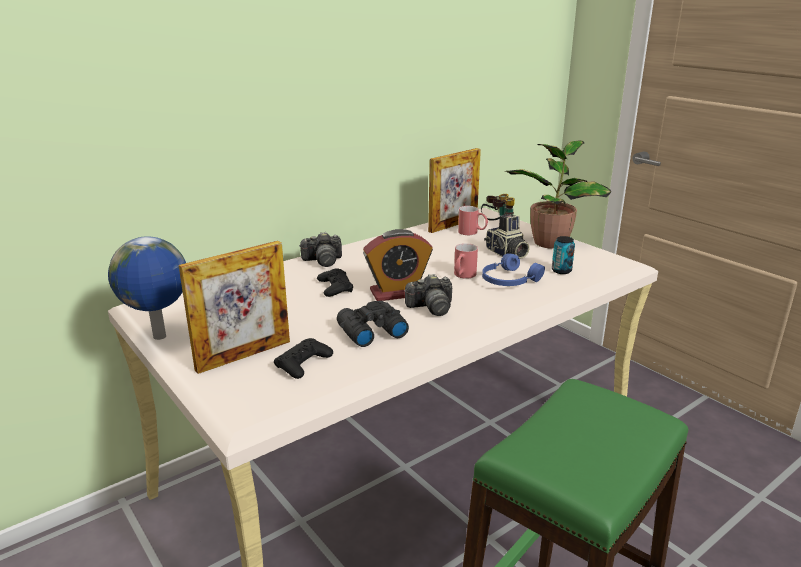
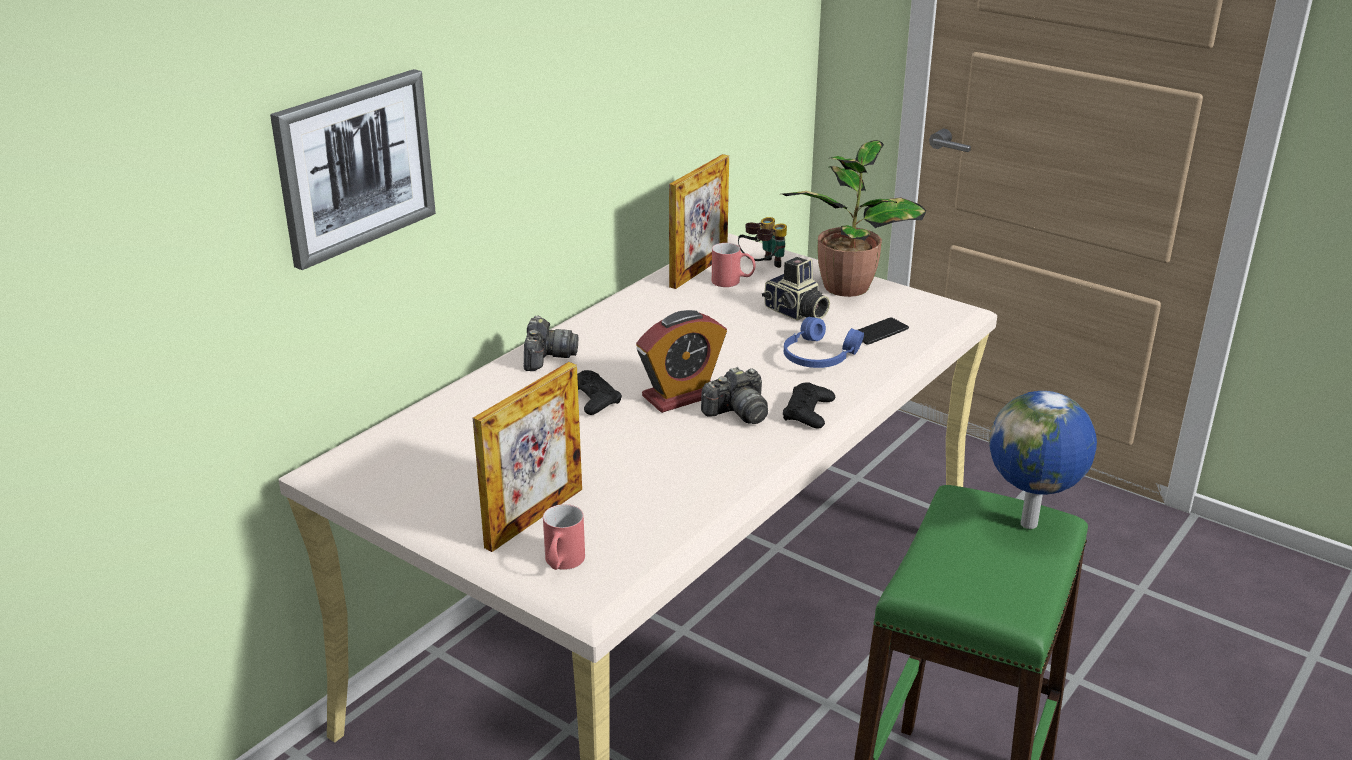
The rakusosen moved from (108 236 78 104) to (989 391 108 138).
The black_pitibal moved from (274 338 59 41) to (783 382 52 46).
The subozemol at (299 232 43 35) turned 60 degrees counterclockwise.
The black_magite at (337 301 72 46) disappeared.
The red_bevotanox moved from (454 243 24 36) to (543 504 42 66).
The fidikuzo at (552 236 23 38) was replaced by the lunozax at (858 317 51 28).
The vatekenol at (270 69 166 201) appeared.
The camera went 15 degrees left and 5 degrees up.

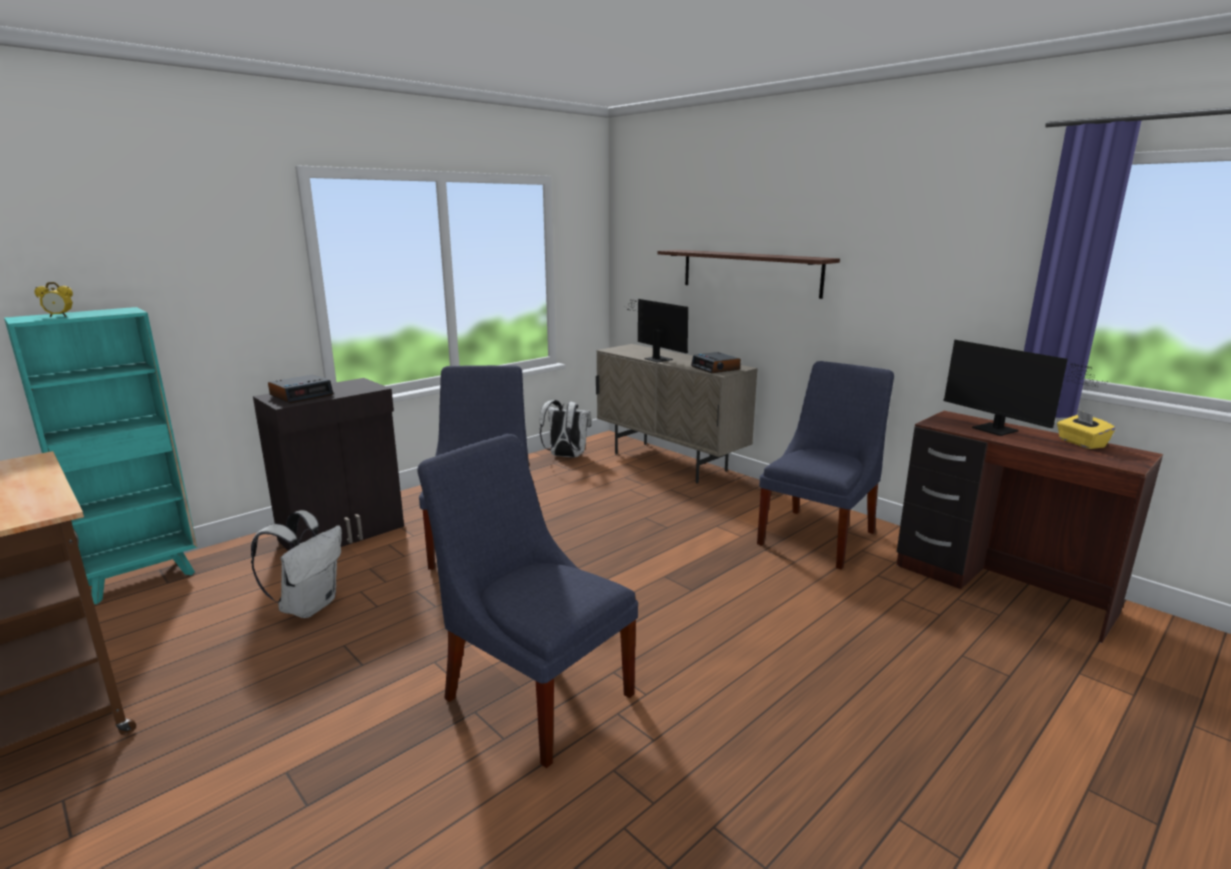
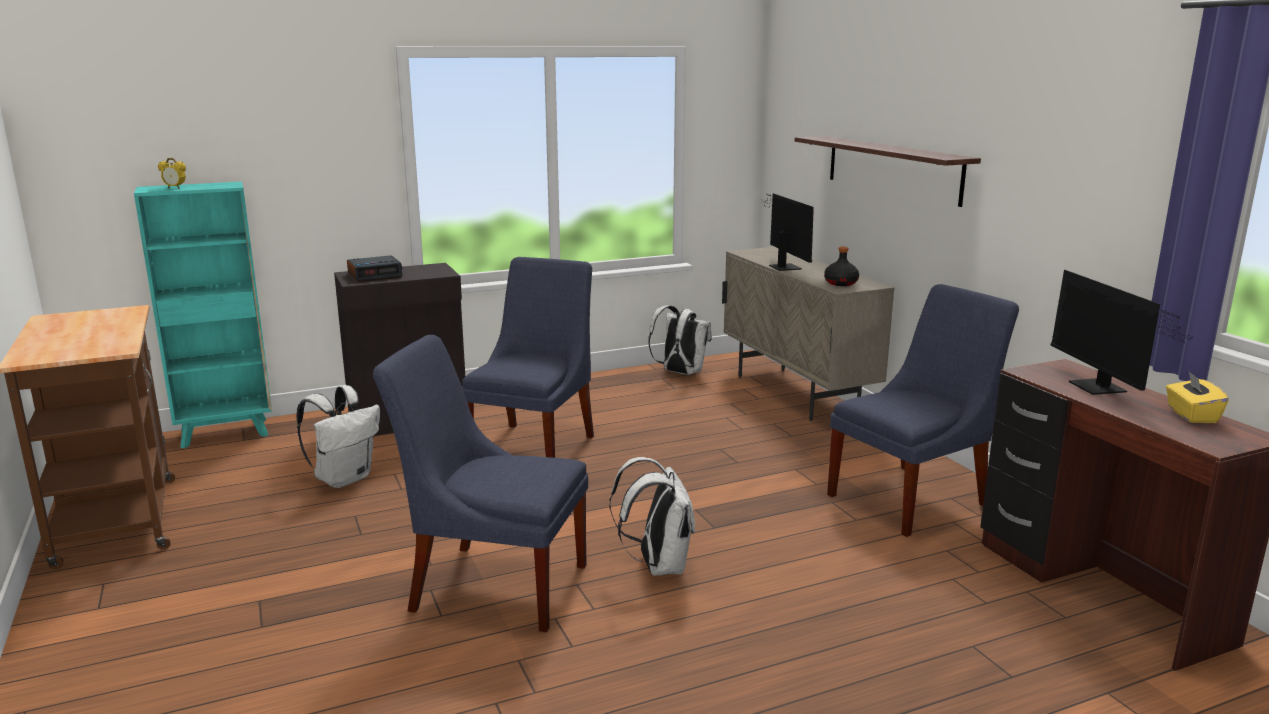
The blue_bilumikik at (417 434 221 334) turned 45 degrees counterclockwise.
The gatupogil at (691 352 50 21) was replaced by the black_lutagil at (824 247 35 39).
The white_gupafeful at (609 457 86 119) appeared.
The camera went 20 degrees right and 0 degrees up.

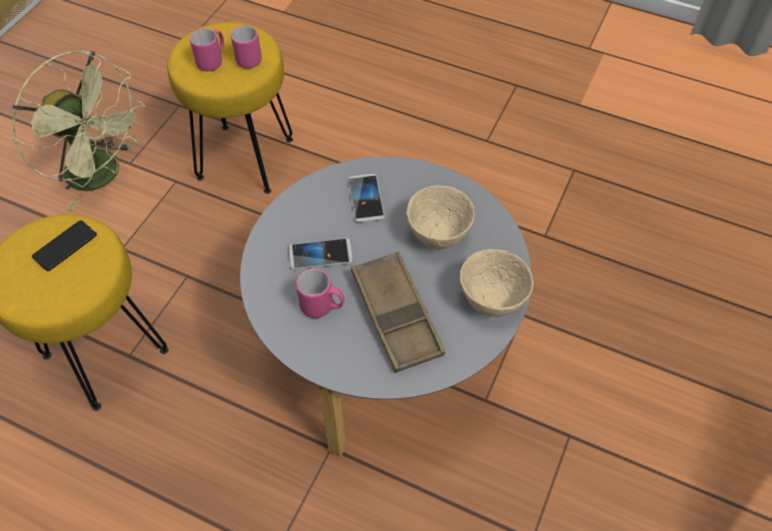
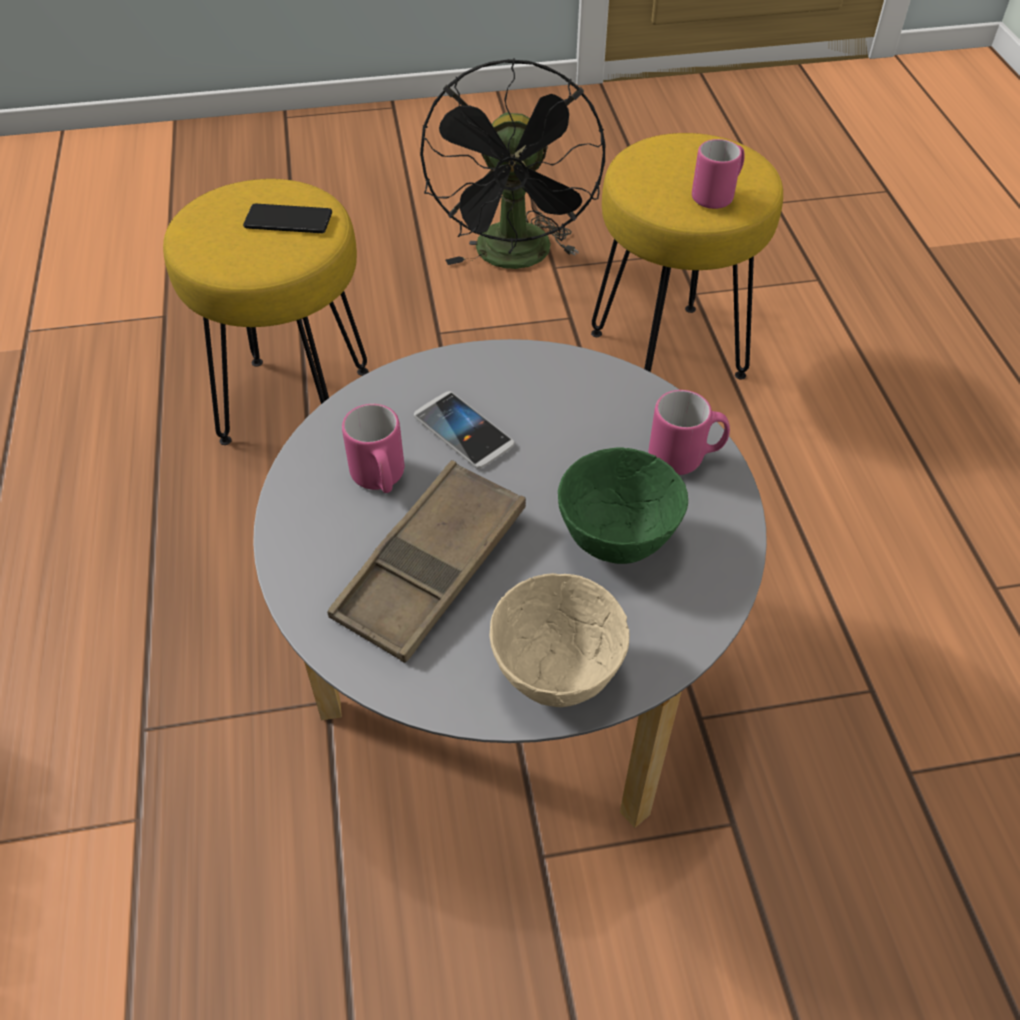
The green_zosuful at (12 50 133 160) became the black_zosuful at (420 58 185 211).
The pink_bevotanox moved from (190 28 34 43) to (649 390 81 85).
The lunozax at (349 174 36 48) disappeared.
The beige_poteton at (407 185 68 64) became the green_poteton at (558 447 130 117).
The camera went 55 degrees right and 5 degrees down.

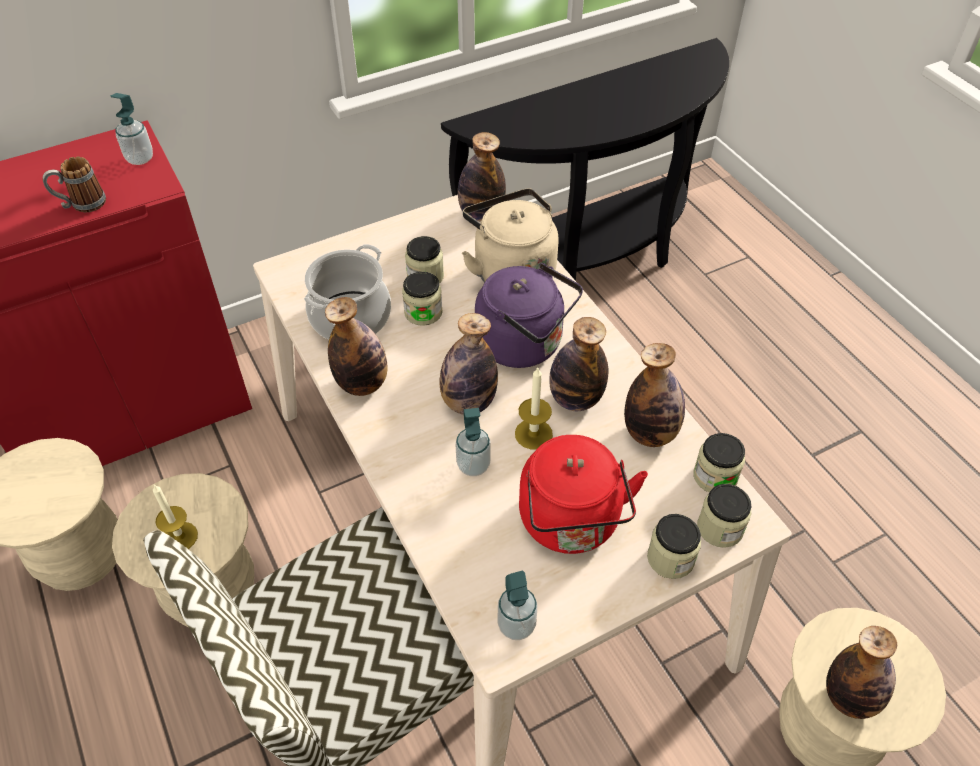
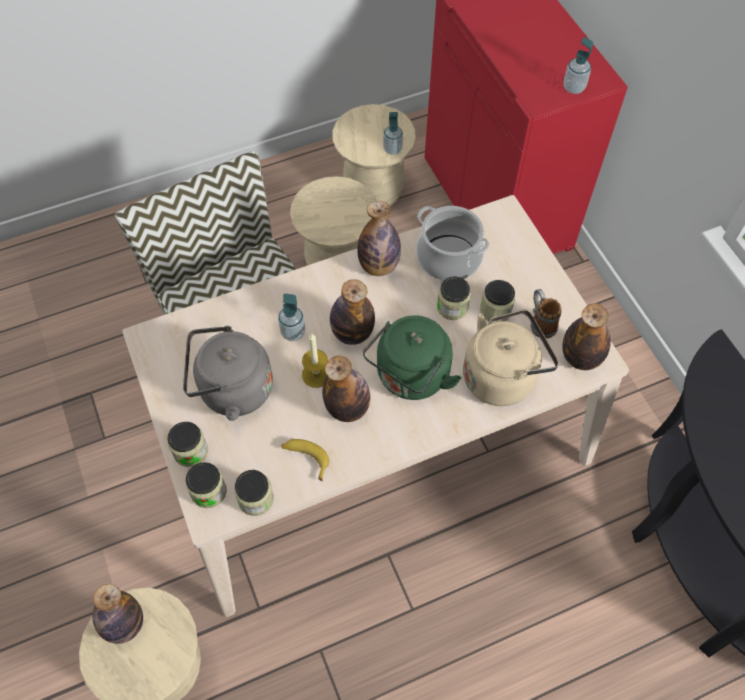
The bevotanox moved from (42 156 64 56) to (531 289 31 49).
The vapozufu at (153 485 45 64) disappeared.
The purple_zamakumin at (475 263 108 105) became the green_zamakumin at (363 315 99 85).
The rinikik moved from (498 571 39 69) to (383 112 20 43).
The red_zamakumin at (519 435 129 119) became the grey_zamakumin at (183 326 90 95).
The lutagil at (624 343 61 104) was replaced by the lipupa at (281 439 48 42).
The camera went 95 degrees right and 10 degrees up.

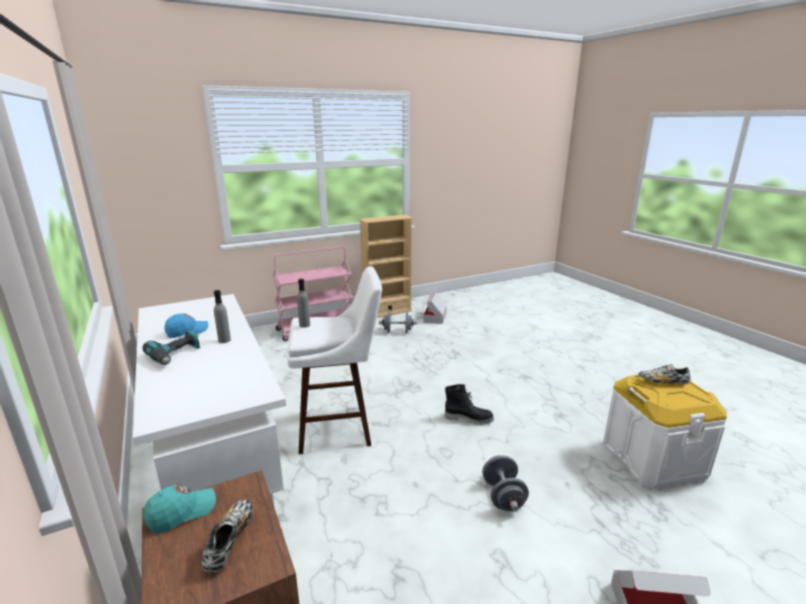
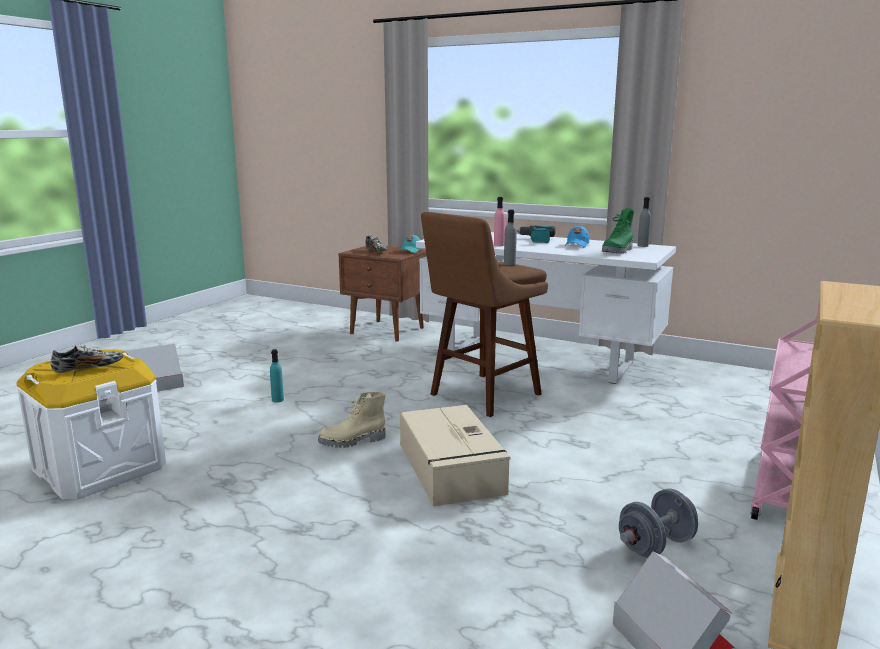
The grey_lutagil moved from (214 290 17 53) to (637 197 14 50).
The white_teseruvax at (287 266 95 188) became the brown_teseruvax at (421 212 127 205).
The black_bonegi at (445 384 49 41) became the beige_bonegi at (318 392 68 56).
The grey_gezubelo at (482 455 47 56) was replaced by the turquoise_lutagil at (270 349 14 54).
The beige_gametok at (400 405 110 102) appeared.
The pink_lutagil at (494 197 11 49) appeared.
The green_bonegi at (602 208 32 45) appeared.
The camera went 145 degrees right and 5 degrees down.

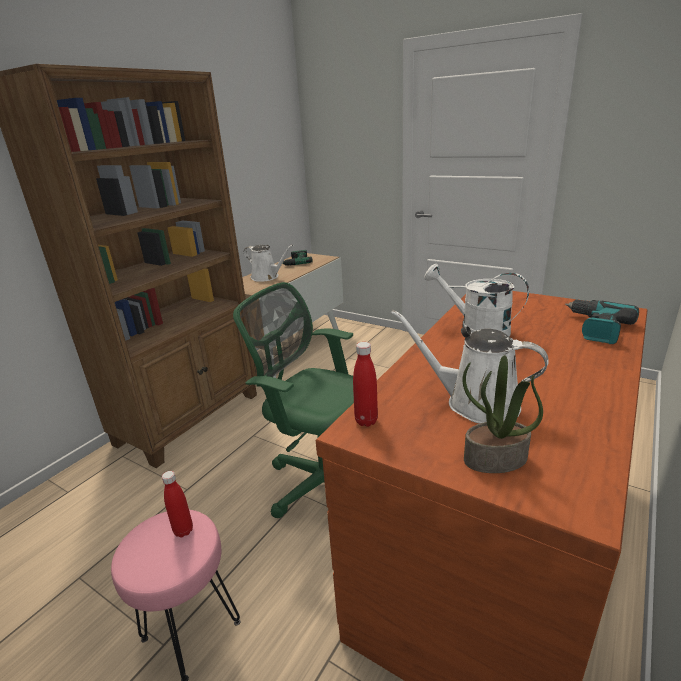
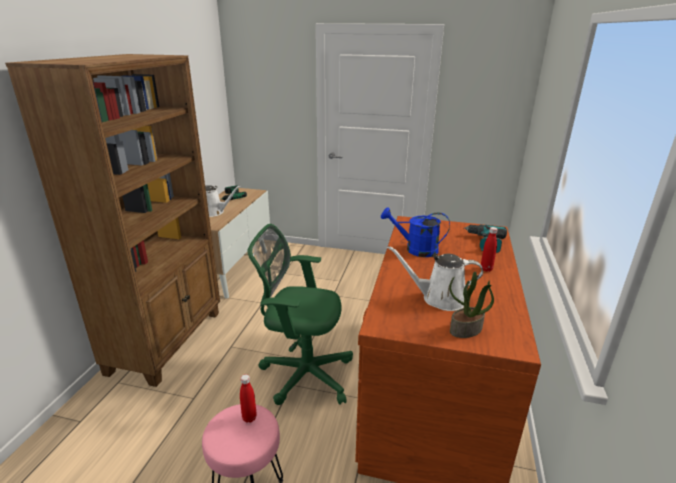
The red_lutagil moved from (353 342 25 85) to (481 227 17 45).
The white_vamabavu at (424 264 105 72) became the blue_vamabavu at (381 207 69 50).
The camera went 20 degrees left and 0 degrees up.

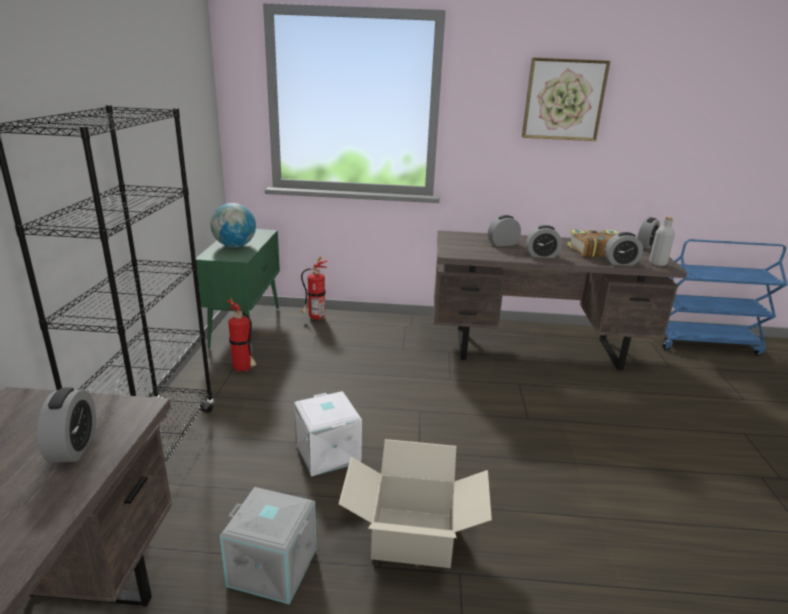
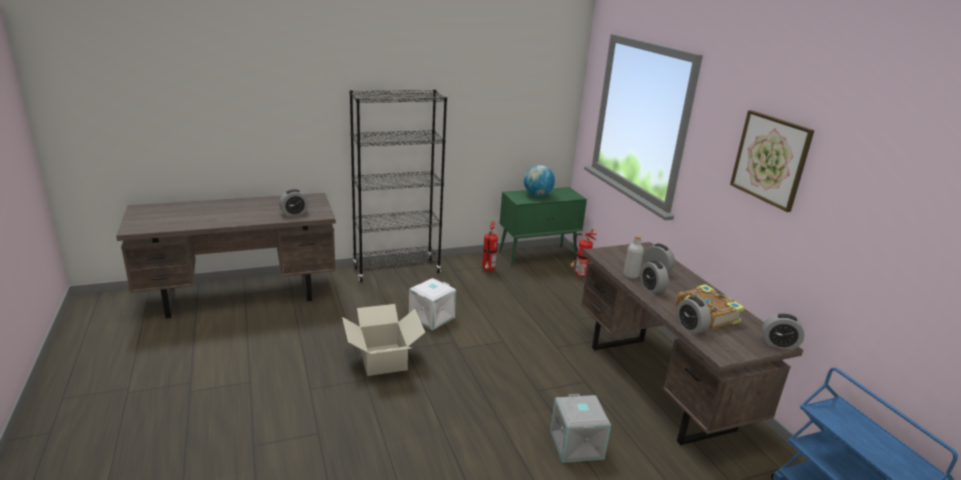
The grey_gametok moved from (220 487 96 118) to (550 394 61 69).
The grey_lutagil moved from (649 216 26 50) to (624 235 20 44).
The camera went 65 degrees right and 0 degrees up.

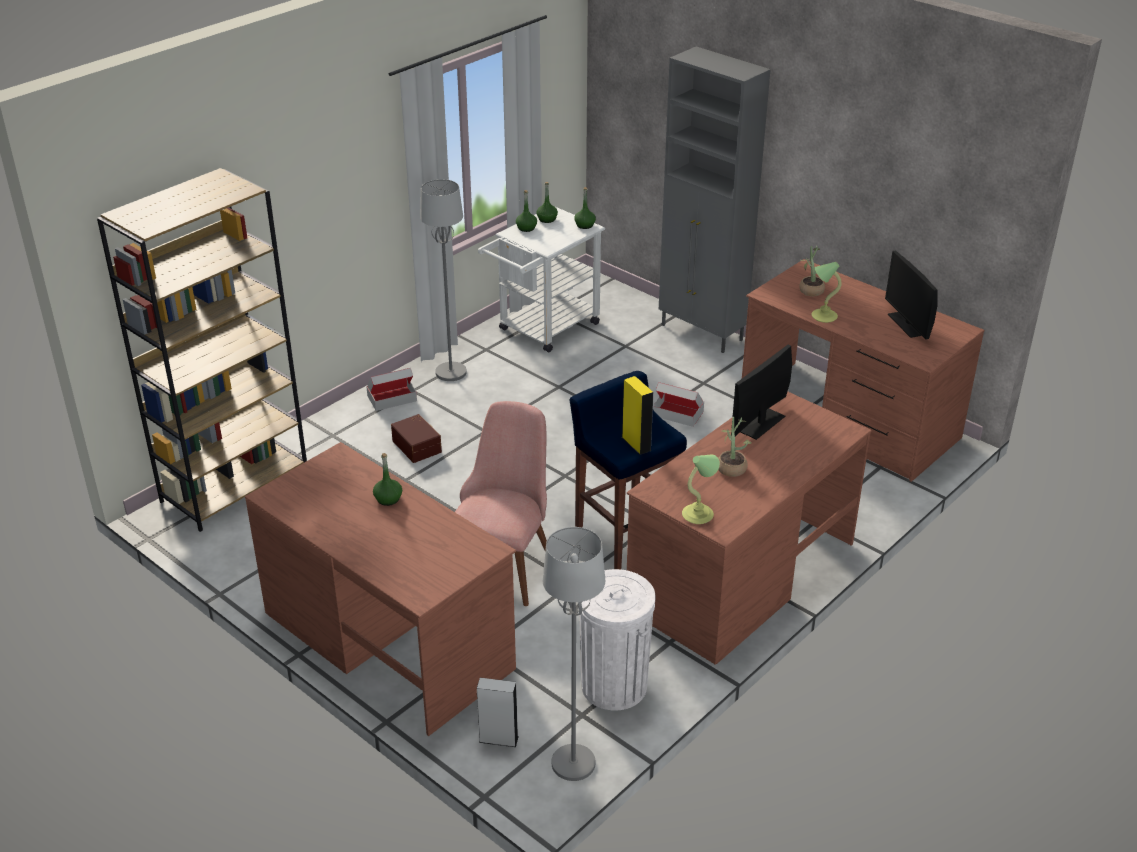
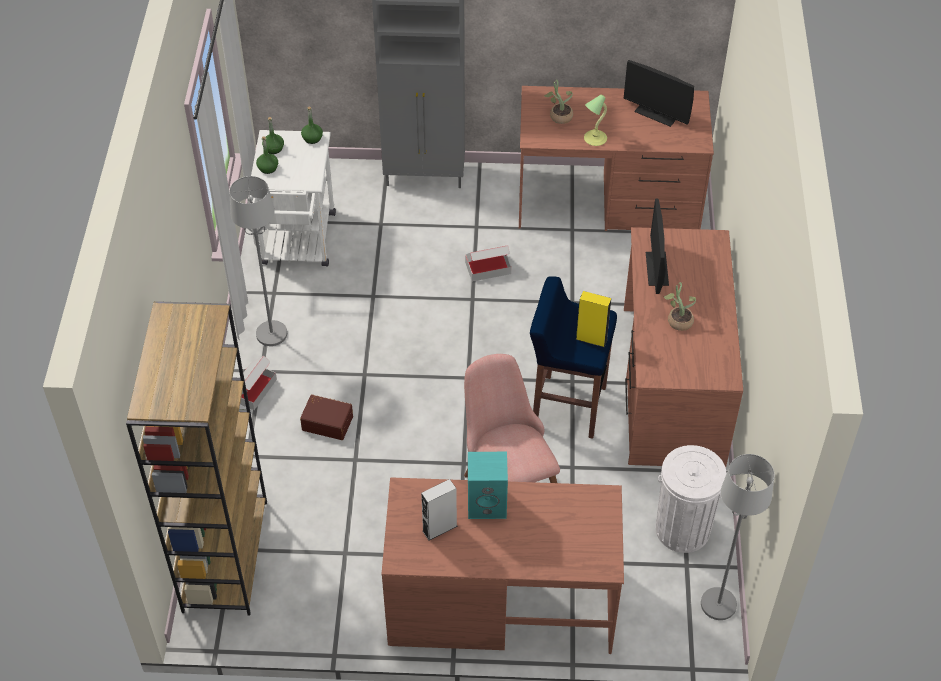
The green_lutagil at (373 453 29 53) was replaced by the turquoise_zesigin at (468 452 40 67).
The grey_zesigin moved from (477 678 42 69) to (421 479 36 62).
The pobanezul at (682 455 38 69) disappeared.
The camera went 40 degrees left and 15 degrees up.

